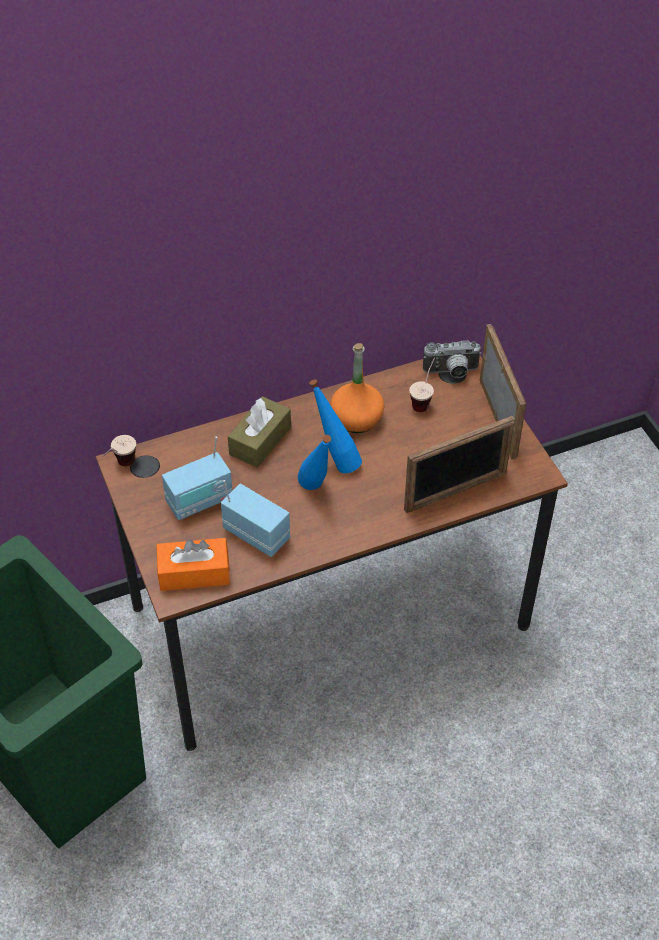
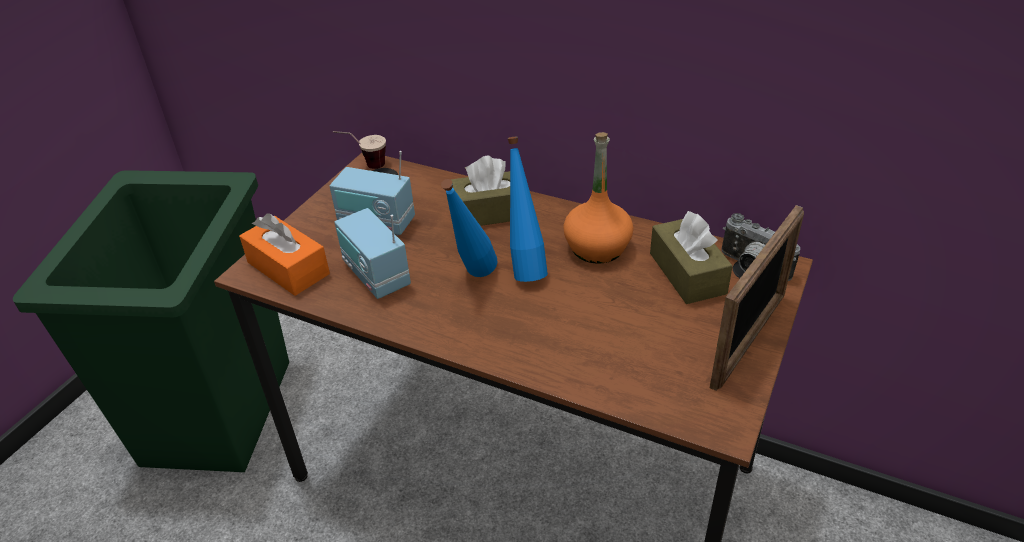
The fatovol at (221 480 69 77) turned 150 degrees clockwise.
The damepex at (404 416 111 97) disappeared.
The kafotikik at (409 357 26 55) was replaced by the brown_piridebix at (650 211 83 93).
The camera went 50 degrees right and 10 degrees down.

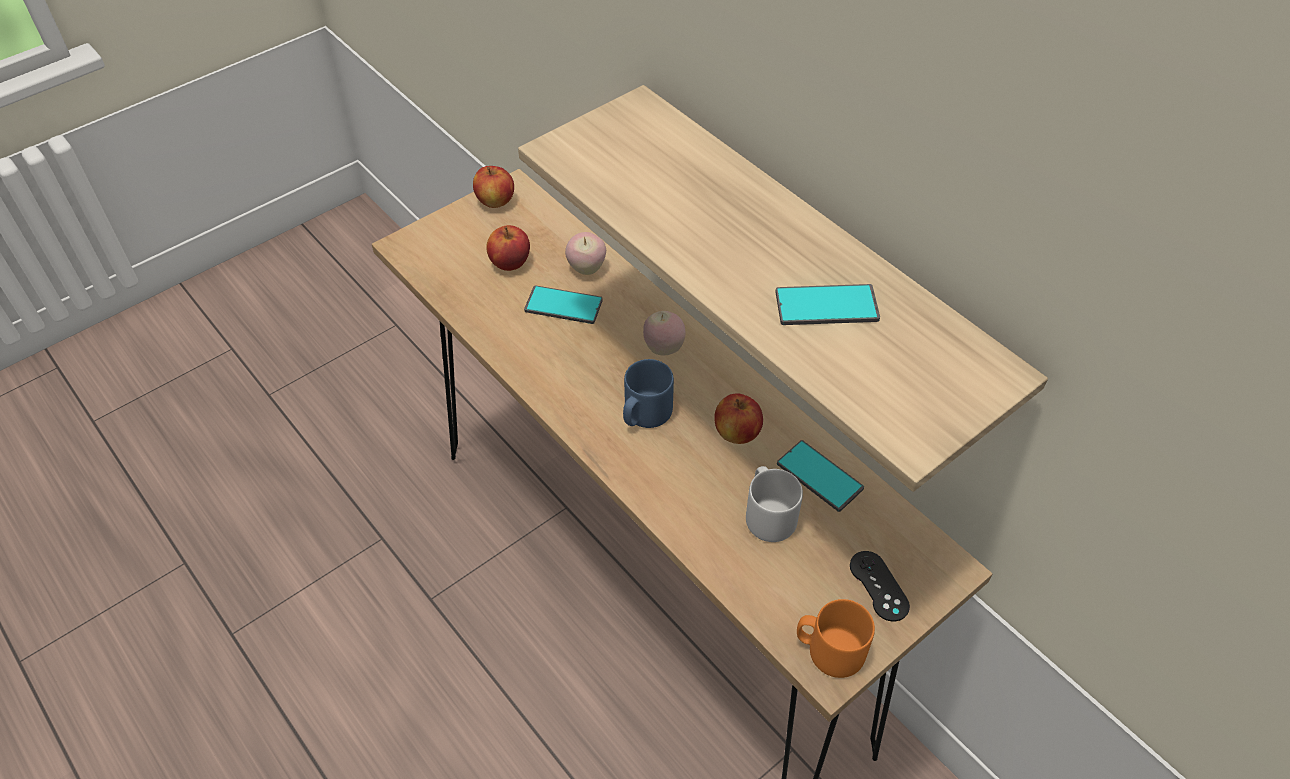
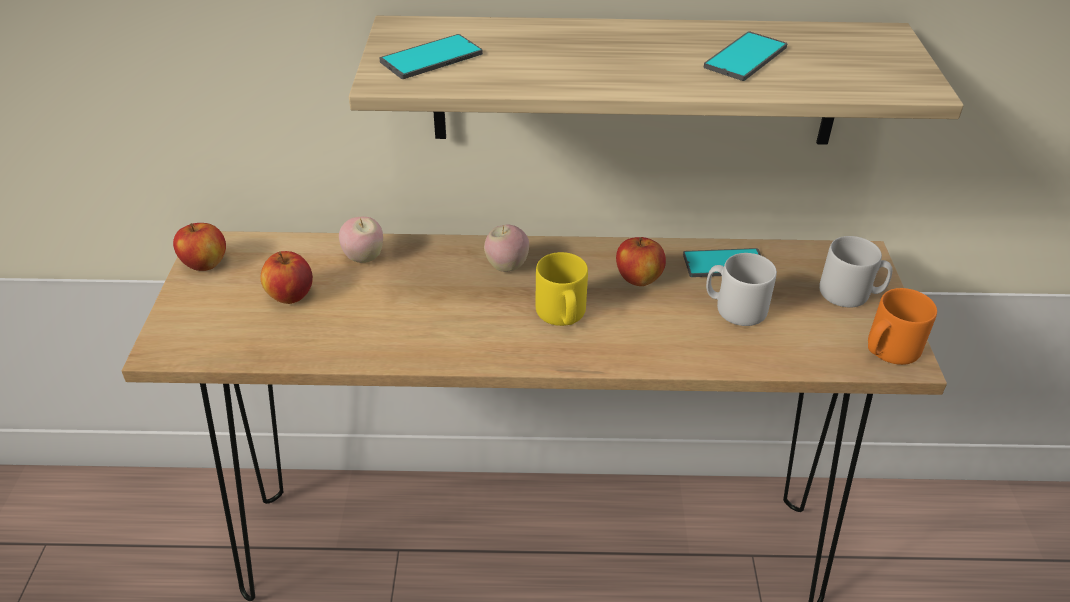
The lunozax moved from (524 285 79 39) to (380 34 103 45).
The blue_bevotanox at (623 359 51 69) became the yellow_bevotanox at (535 252 53 74).
The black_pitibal at (850 551 60 70) was replaced by the grey_bevotanox at (819 236 73 71).
The camera went 50 degrees left and 10 degrees down.

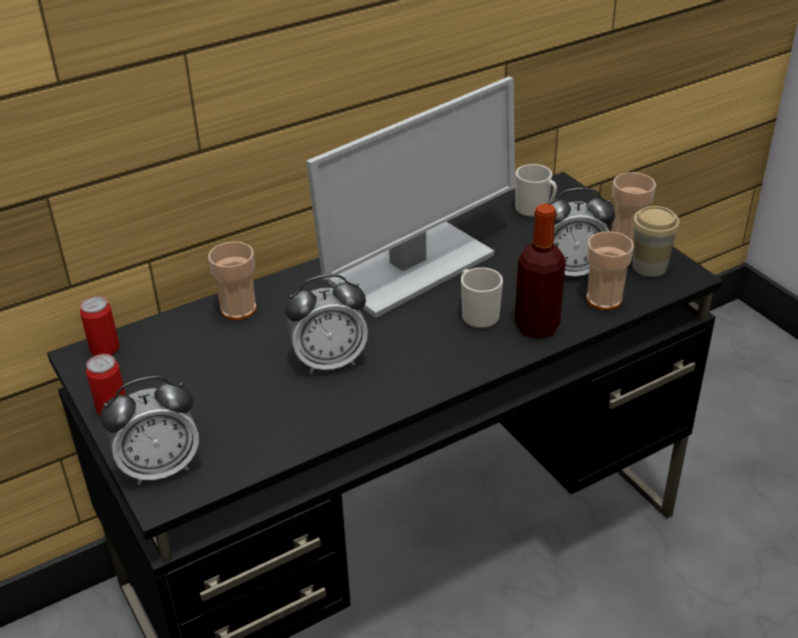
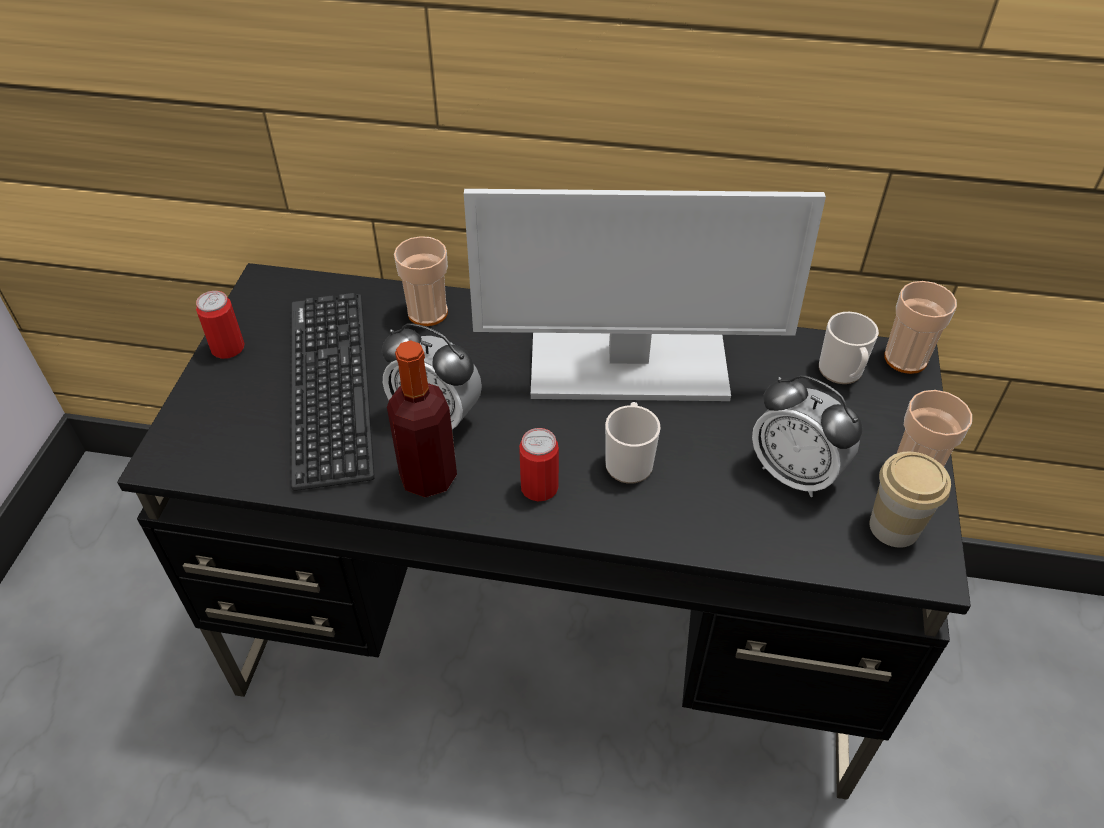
The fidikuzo moved from (80 296 40 60) to (519 428 40 73).
The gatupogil at (100 376 99 109) disappeared.
The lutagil moved from (515 203 51 136) to (387 340 70 158).
The kafotikik moved from (586 231 48 79) to (884 281 73 93).
The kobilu at (291 293 84 198) appeared.
The camera went 40 degrees right and 10 degrees up.

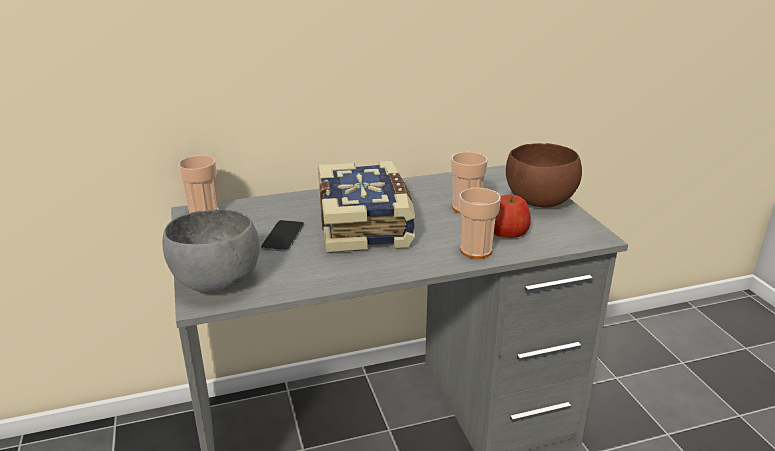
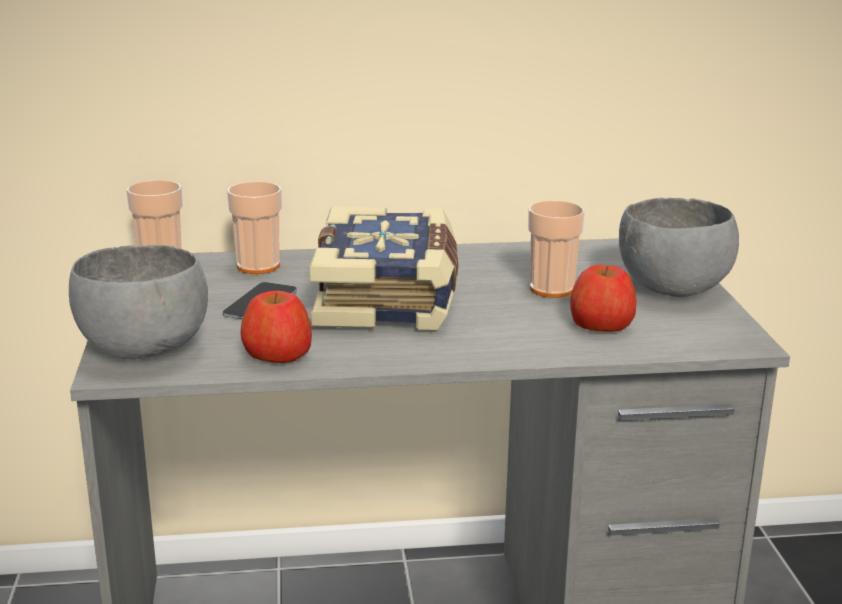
The kafotikik moved from (459 188 42 71) to (227 181 55 93).
The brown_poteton at (506 143 76 65) became the grey_poteton at (619 198 120 99).
The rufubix at (241 291 71 72) appeared.
The camera went 10 degrees right and 5 degrees down.

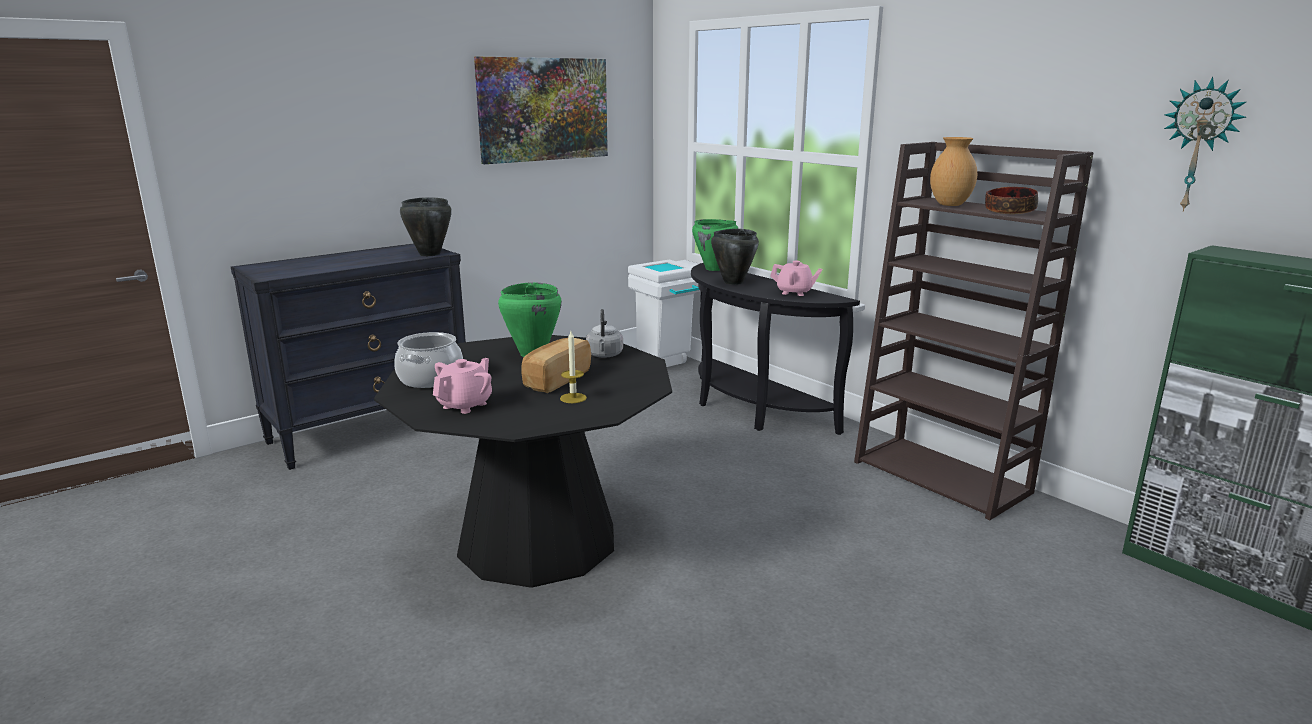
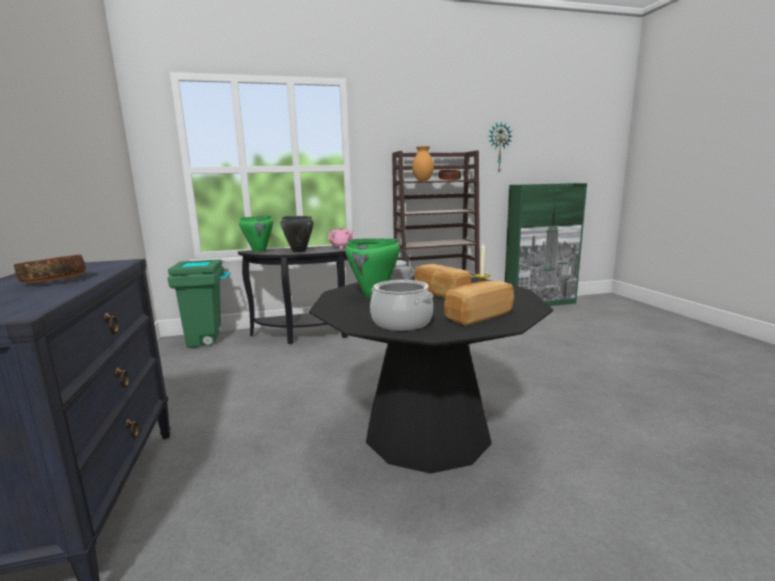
The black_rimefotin at (400 197 52 59) disappeared.
The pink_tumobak at (433 358 59 56) was replaced by the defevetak at (444 281 70 45).
The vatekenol at (474 57 134 107) disappeared.
The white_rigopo at (628 259 72 108) became the green_rigopo at (167 259 63 89).
The poteton at (14 255 72 28) appeared.
The camera went 65 degrees left and 5 degrees down.

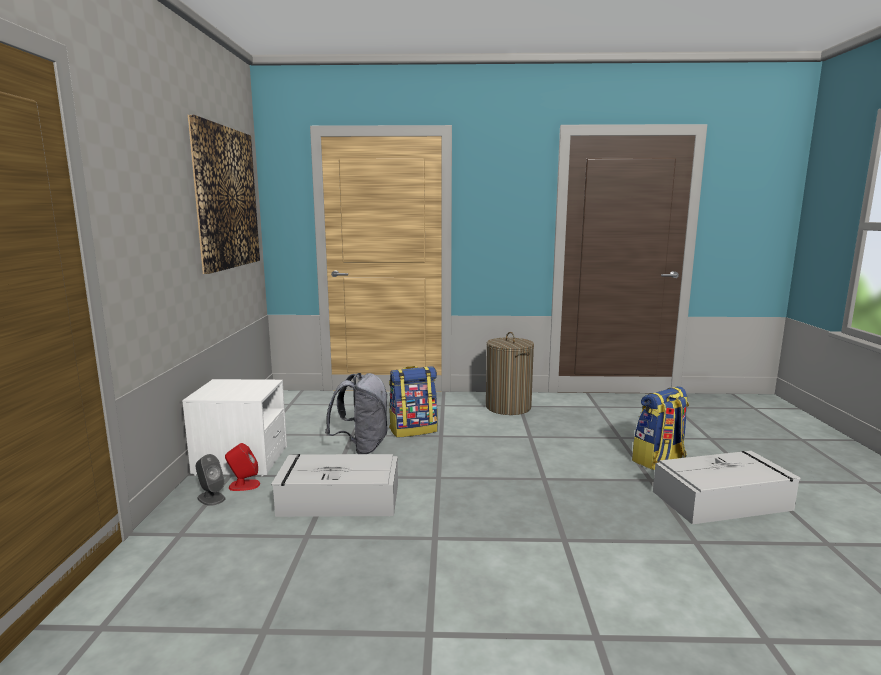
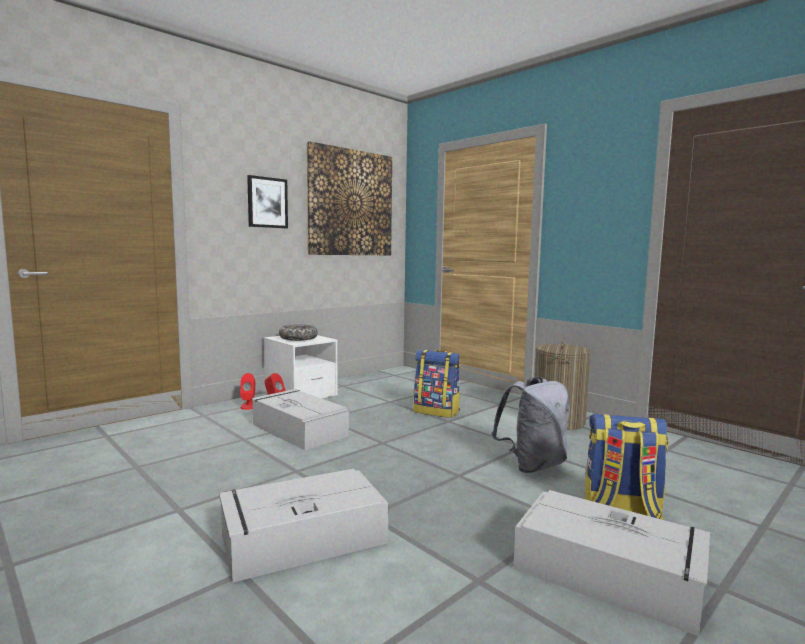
The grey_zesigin at (196 454 29 52) became the red_zesigin at (240 373 16 37).
The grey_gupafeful moved from (325 373 63 81) to (491 377 79 96).
The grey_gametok at (219 469 169 114) appeared.
The vatekenol at (247 175 41 53) appeared.
The poteton at (279 324 39 17) appeared.
The camera went 45 degrees right and 5 degrees down.

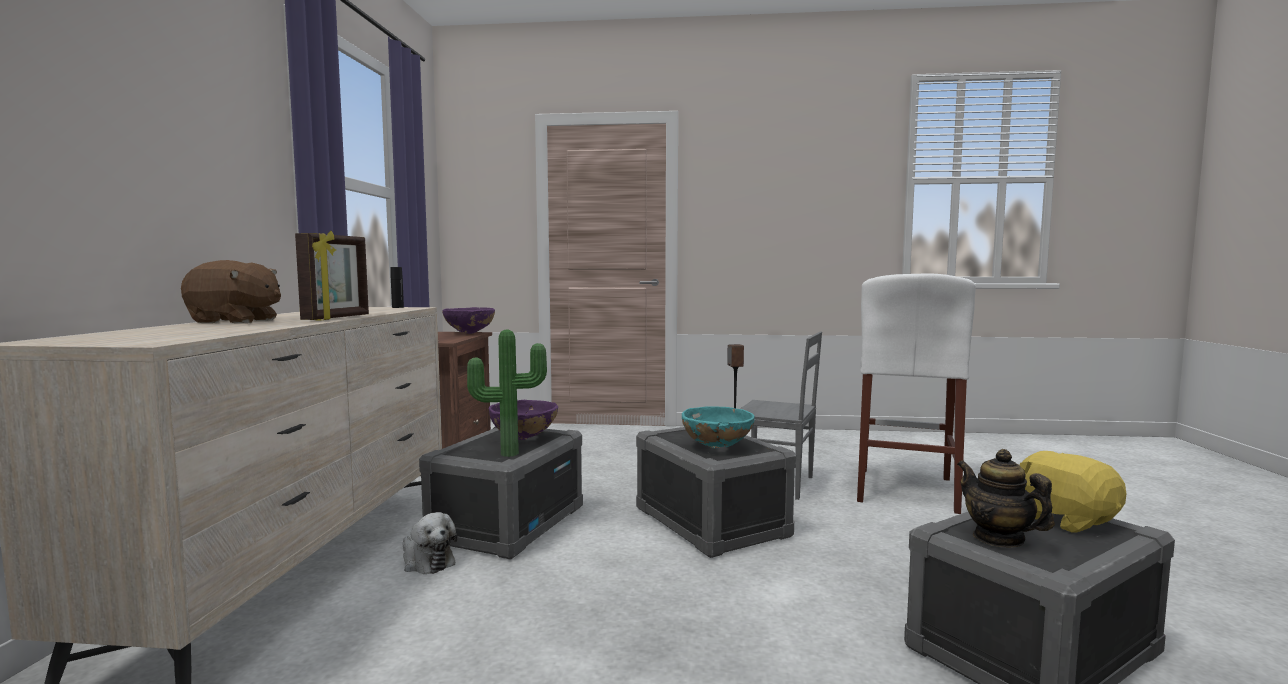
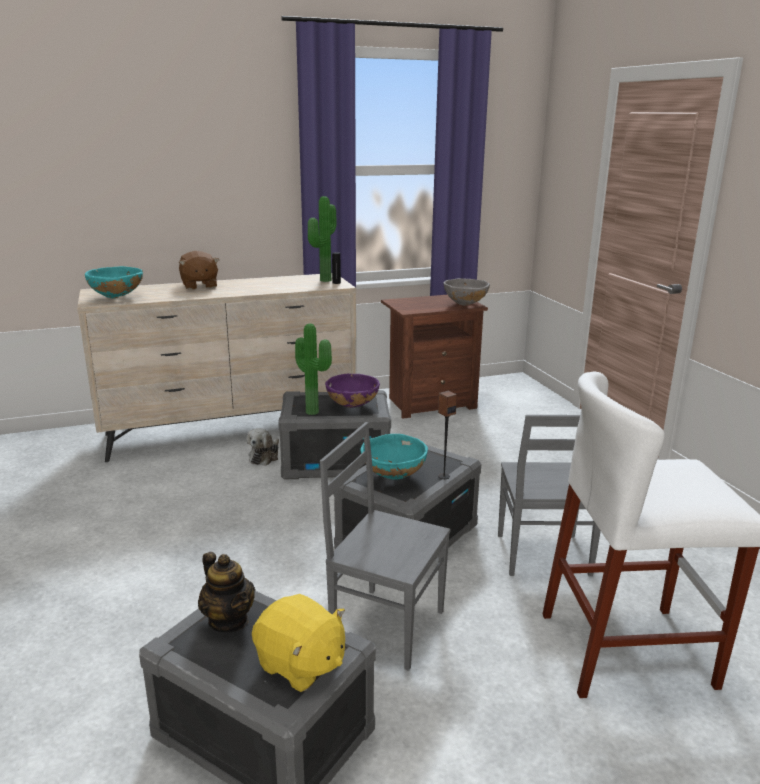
The damepex at (295 231 74 89) disappeared.
The purple_poteton at (442 307 53 27) became the grey_poteton at (444 278 46 28).
The tumobak at (957 449 98 99) turned 105 degrees clockwise.
The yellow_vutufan at (1019 451 107 82) turned 90 degrees clockwise.
The turquoise_poteton at (85 266 58 32) appeared.
The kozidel at (308 196 29 86) appeared.
The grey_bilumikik at (320 422 131 249) appeared.
The camera went 65 degrees right and 15 degrees up.

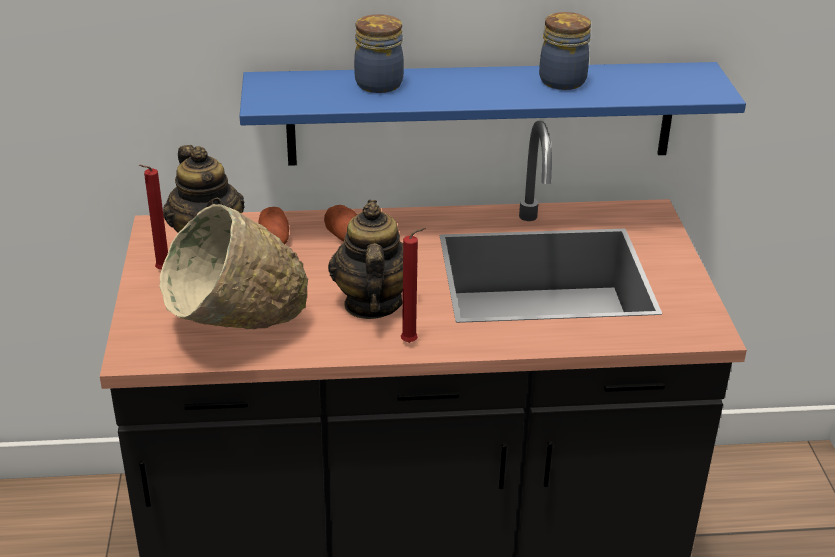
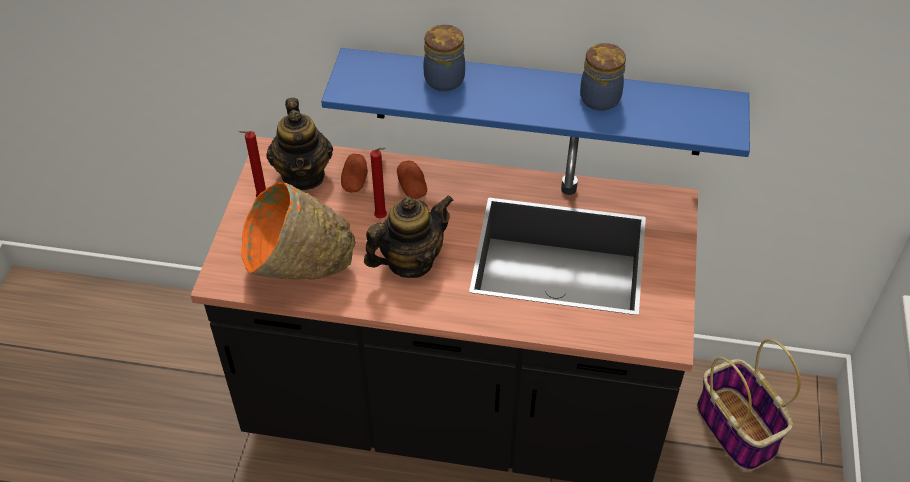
The beige_poteton at (159 204 149 125) became the orange_poteton at (241 182 115 98).
The tumobak at (328 200 75 119) turned 45 degrees clockwise.
The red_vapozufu moved from (401 228 25 115) to (370 148 17 71).
The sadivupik at (697 339 104 132) appeared.
The camera went 15 degrees right and 15 degrees up.

